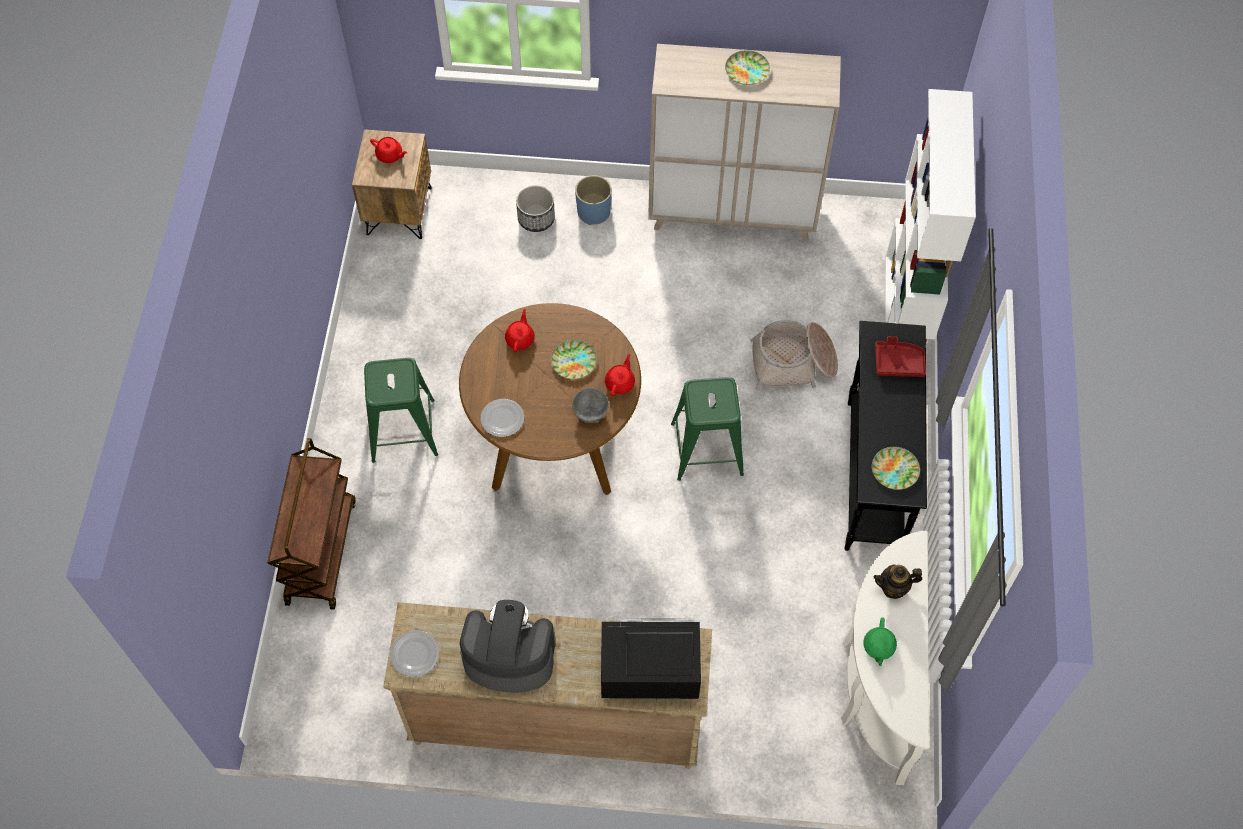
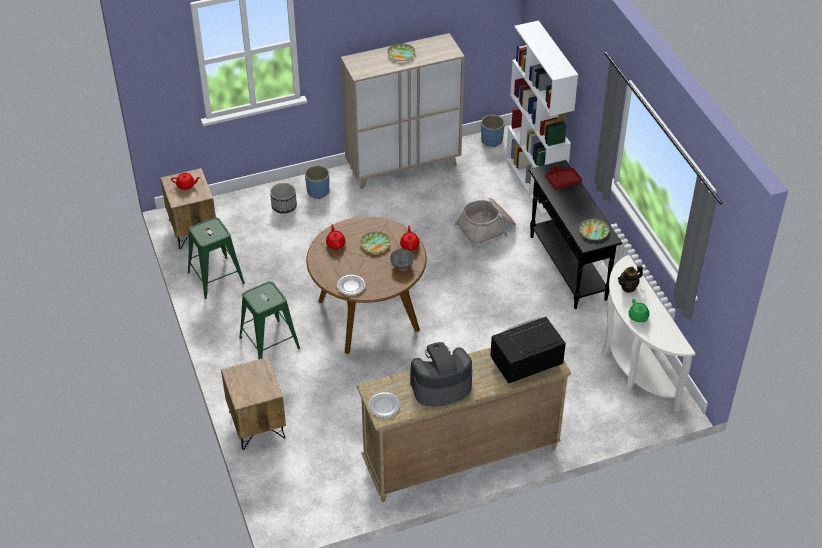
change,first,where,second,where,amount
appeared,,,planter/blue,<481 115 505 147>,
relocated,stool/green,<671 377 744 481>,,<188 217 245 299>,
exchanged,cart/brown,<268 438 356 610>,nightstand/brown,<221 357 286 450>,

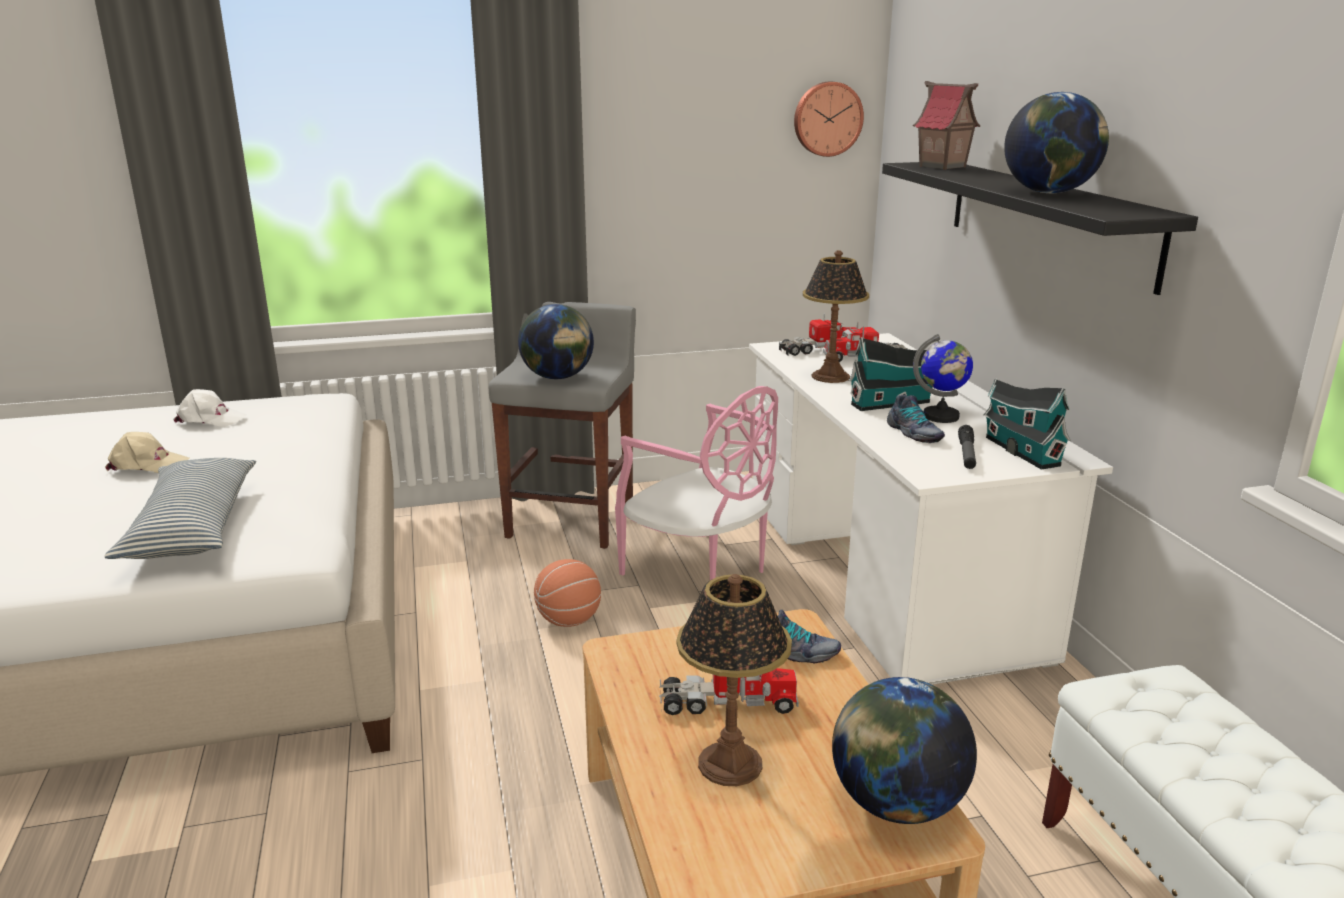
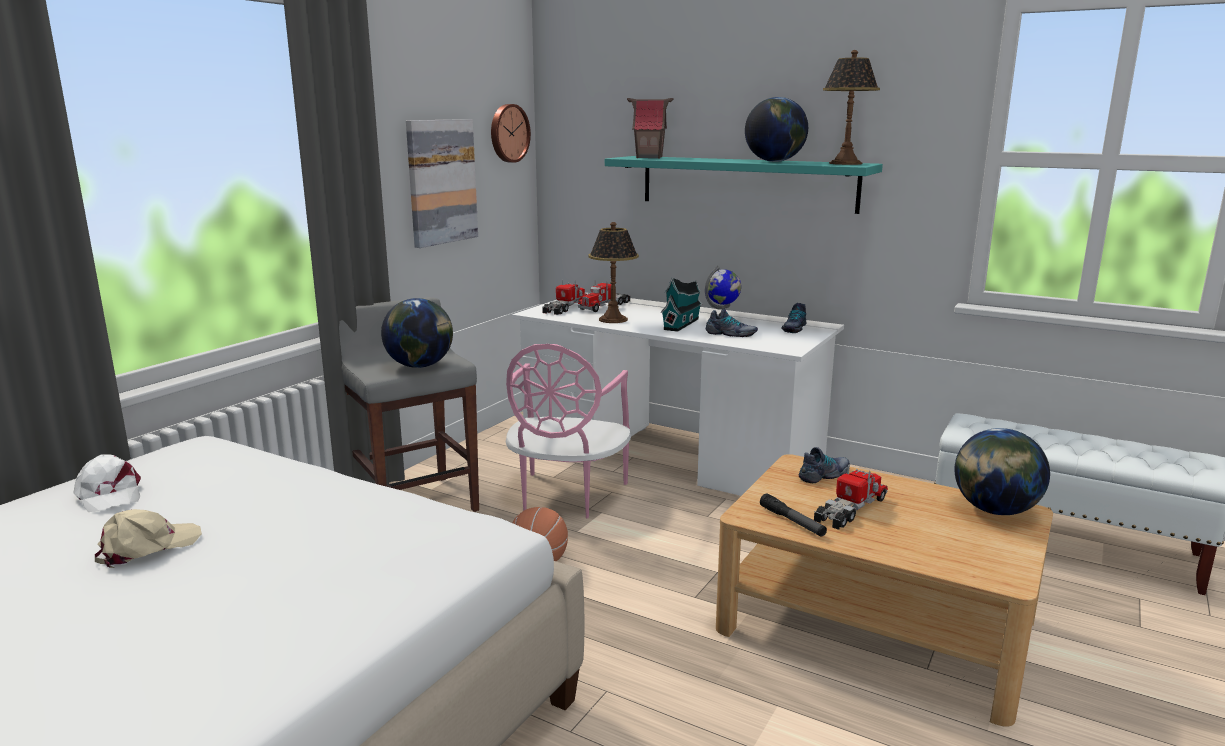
change,first,where,second,where,amount
missing,pillow,<105 458 256 559>,,,
appeared,,,picture,<406 119 478 248>,
relocated,table lamp,<676 574 792 786>,,<823 50 880 165>,
relocated,flashlight,<958 425 976 469>,,<760 493 827 537>,
exchanged,toy house,<984 378 1071 470>,shoe,<782 303 807 333>,
colour,shelf/black,<882 162 1198 295>,shelf/turquoise,<605 156 883 214>,
spun,cap/white,<173 389 247 427>,,<73 454 141 512>,90 degrees clockwise
spun,chair/pink,<615 386 778 580>,,<506 344 631 519>,105 degrees clockwise

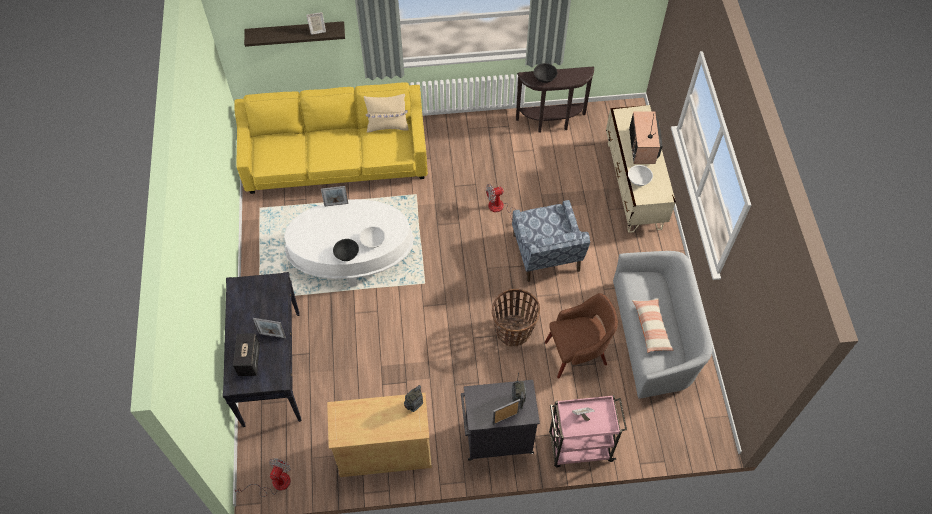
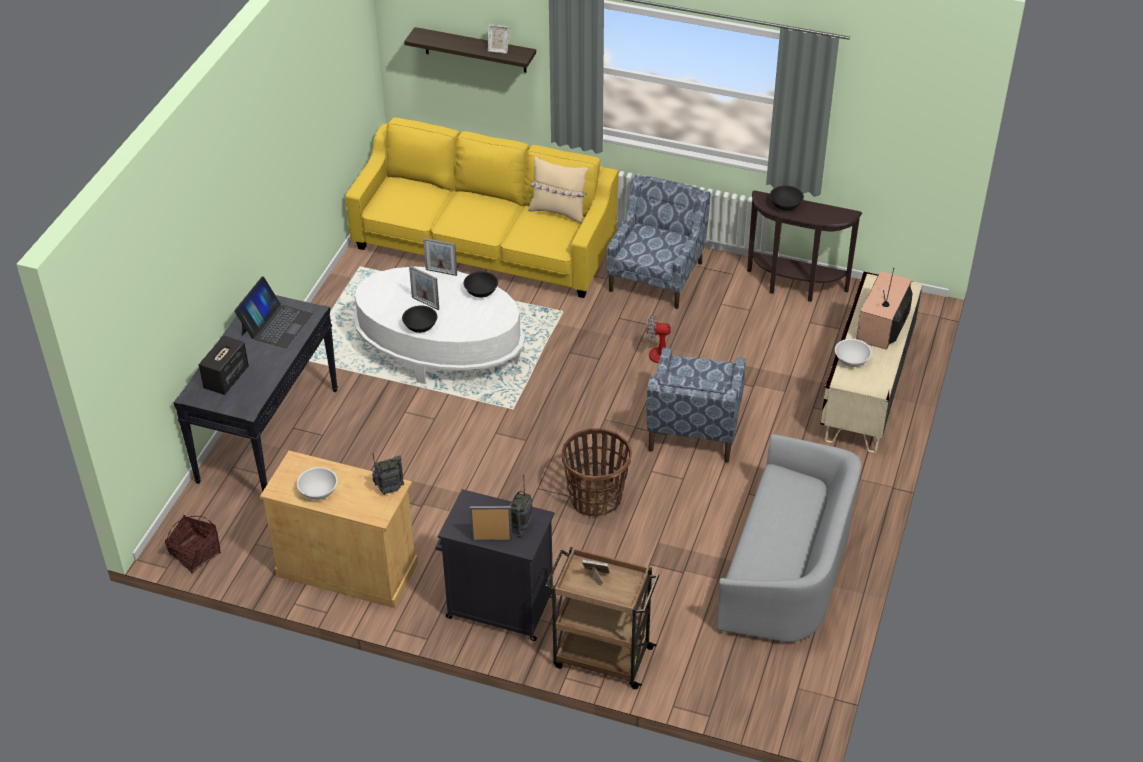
change,first,where,second,where,amount
missing,armchair/brown,<545 293 618 378>,,,
missing,pillow,<632 299 674 353>,,,
appeared,,,laptop,<234 276 313 348>,
appeared,,,bowl/black,<464 271 498 298>,
appeared,,,armchair/blue,<606 174 711 309>,
relocated,picture frame,<253 318 286 338>,,<409 266 439 310>,
relocated,bowl/white,<360 226 385 248>,,<297 467 338 500>,
exchanged,fan,<234 458 291 497>,basket,<165 515 221 573>,
colour,cart/pink,<549 395 627 467>,cart/brown,<545 547 659 689>,

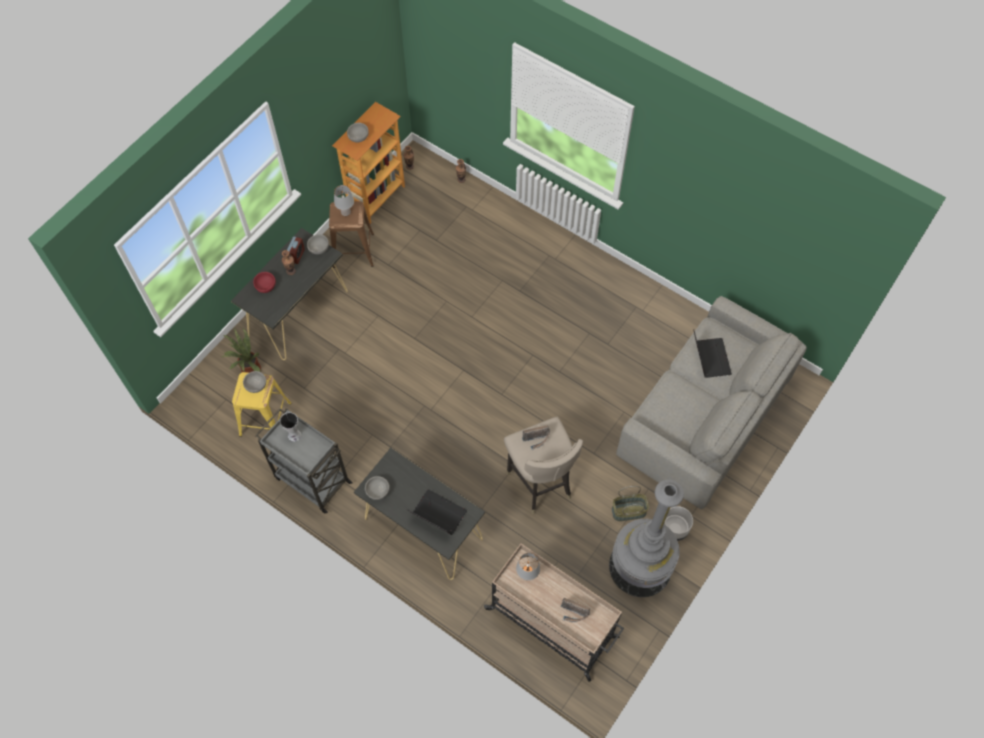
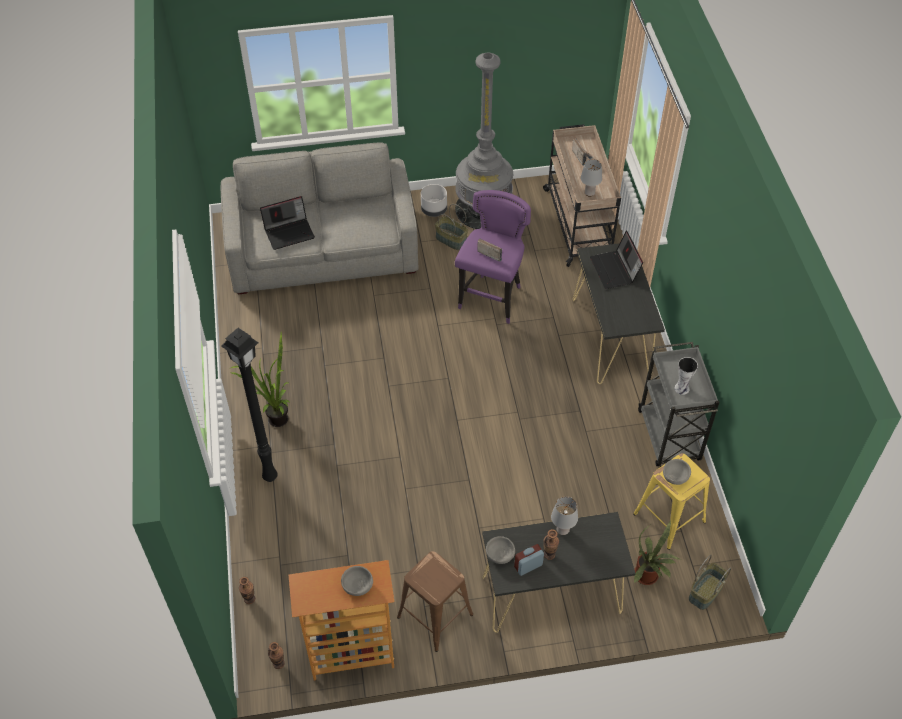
change,first,where,second,where,amount
missing,bowl/red,<253 272 276 293>,,,
missing,bowl/grey,<365 476 390 500>,,,
appeared,,,floor lamp/black,<221 328 278 482>,
appeared,,,potted plant,<228 333 289 427>,
appeared,,,basket,<689 555 731 610>,
relocated,table lamp/grey,<334 185 354 216>,,<551 496 578 535>,
colour,stool/beige,<504 417 583 514>,stool/purple,<455 190 531 324>,
spun,laptop,<693 329 732 378>,,<260 196 315 250>,150 degrees counterclockwise

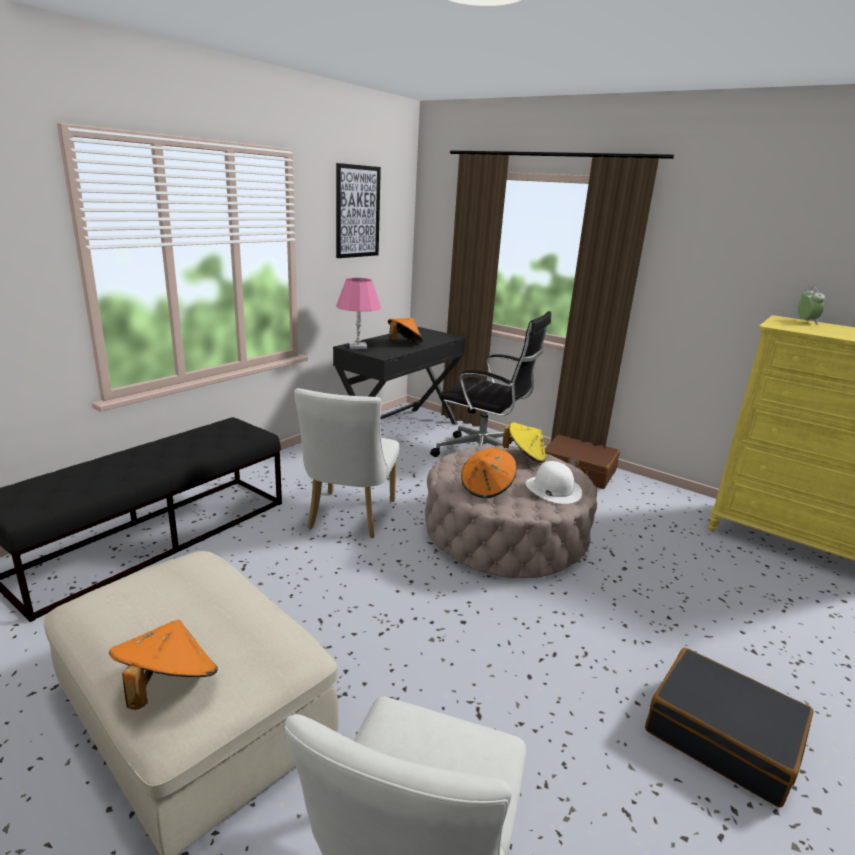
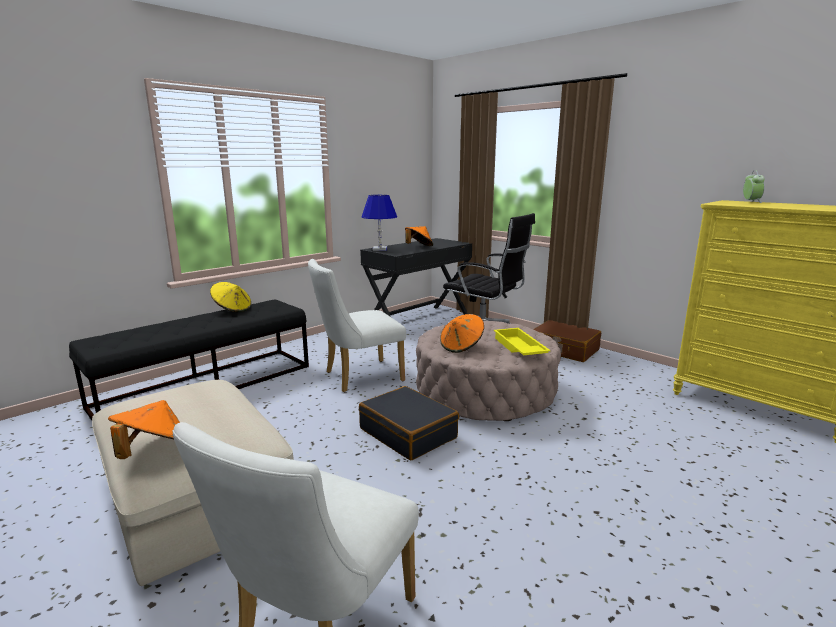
change,first,where,second,where,amount
missing,picture,<336 163 381 258>,,,
relocated,hat/yellow,<502 422 546 463>,,<210 282 251 312>,
relocated,suitcase/black,<645 648 814 807>,,<359 386 459 460>,
exchanged,hat/white,<525 461 582 504>,tray/yellow,<494 328 551 355>,
colour,table lamp/pink,<336 278 381 349>,table lamp/blue,<362 195 397 251>,
spun,chair/white,<294 388 400 538>,,<308 259 406 392>,45 degrees clockwise

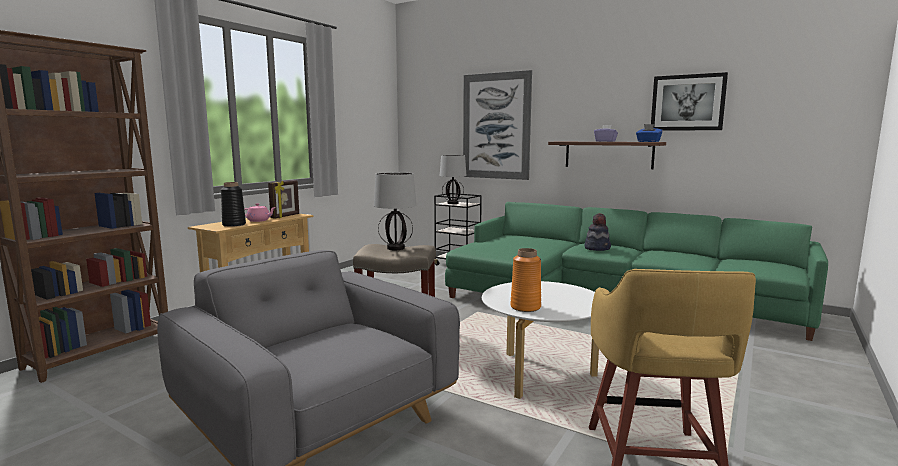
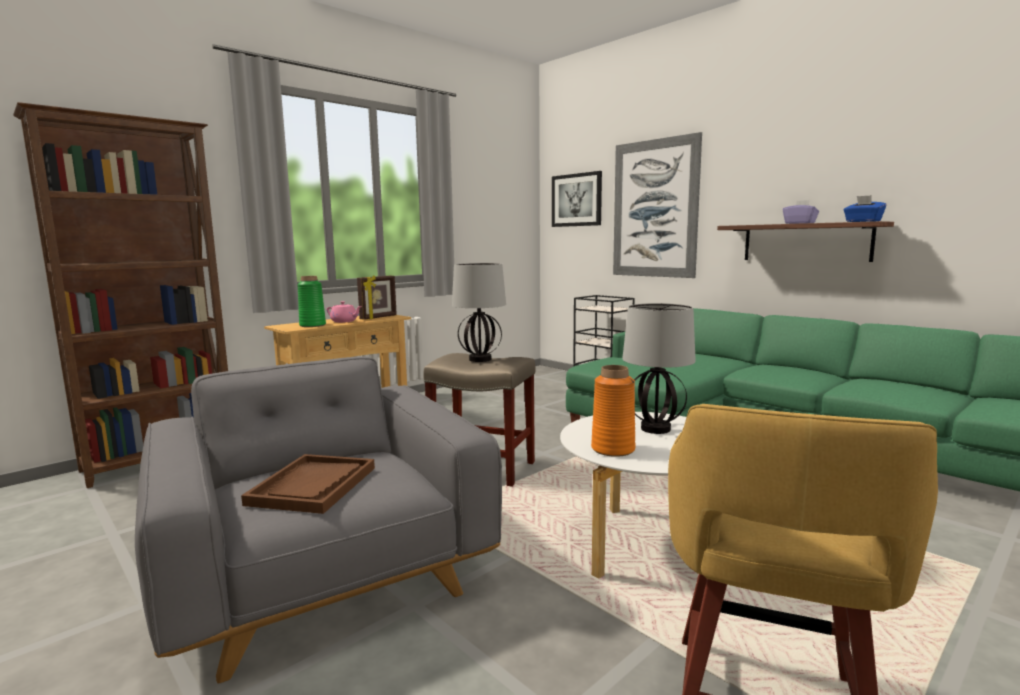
change,first,where,second,where,amount
missing,hat,<584 213 611 251>,,,
appeared,,,tray/brown,<241 454 375 514>,
relocated,table lamp,<440 155 467 204>,,<622 303 696 434>,
relocated,picture,<651 72 728 131>,,<552 171 602 227>,
colour,vase/black,<221 182 246 227>,vase/green,<297 276 326 327>,

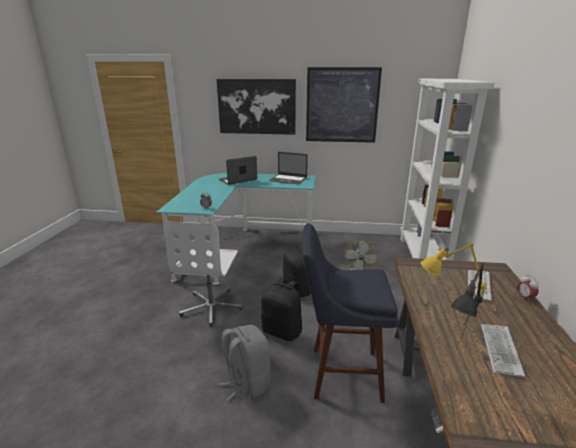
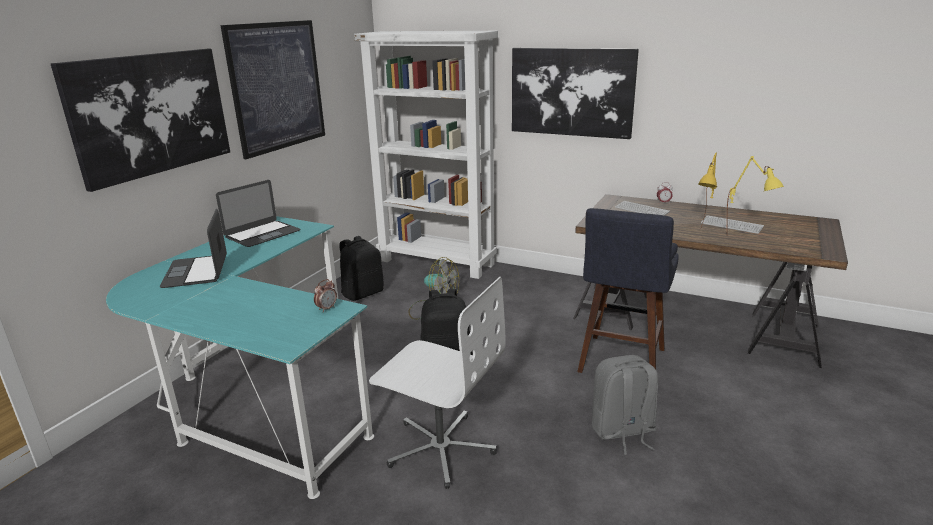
change,first,where,second,where,amount
appeared,,,picture,<512 48 639 139>,
relocated,backpack/black,<261 277 302 341>,,<340 236 384 301>,
colour,table lamp/black,<450 263 484 344>,table lamp/yellow,<727 156 784 216>,

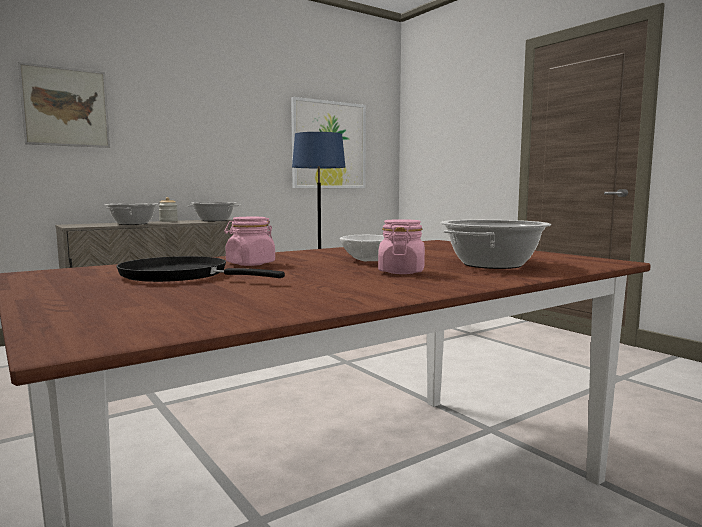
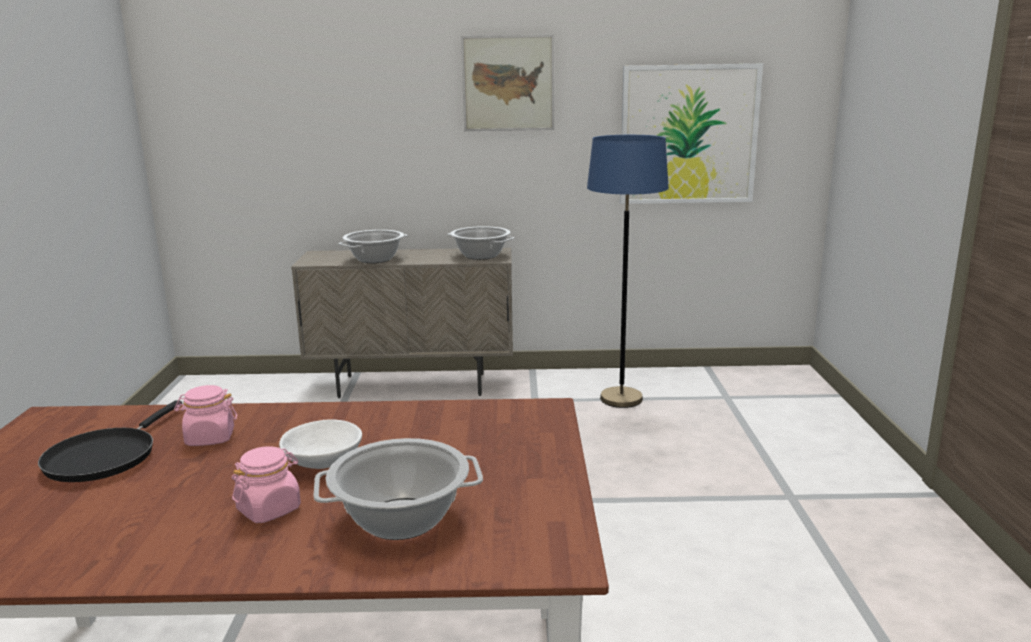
change,first,where,second,where,amount
missing,jar,<158 197 178 222>,,,
relocated,picture,<18 62 110 148>,,<461 35 554 131>,
spun,frying pan/black,<116 256 285 282>,,<38 400 182 482>,135 degrees counterclockwise

